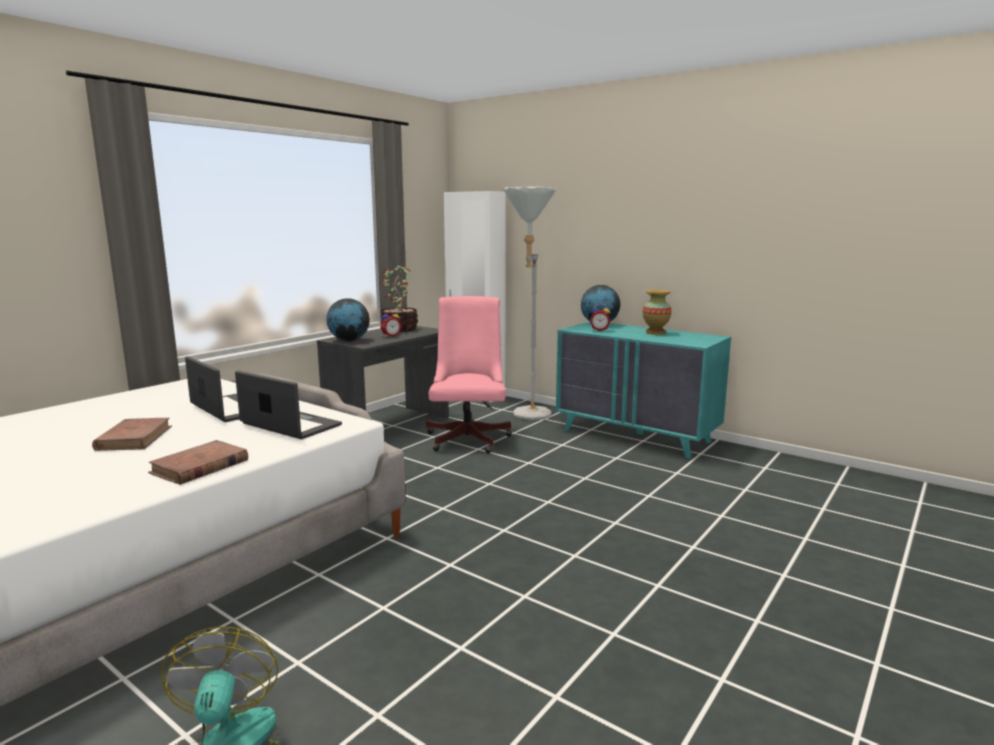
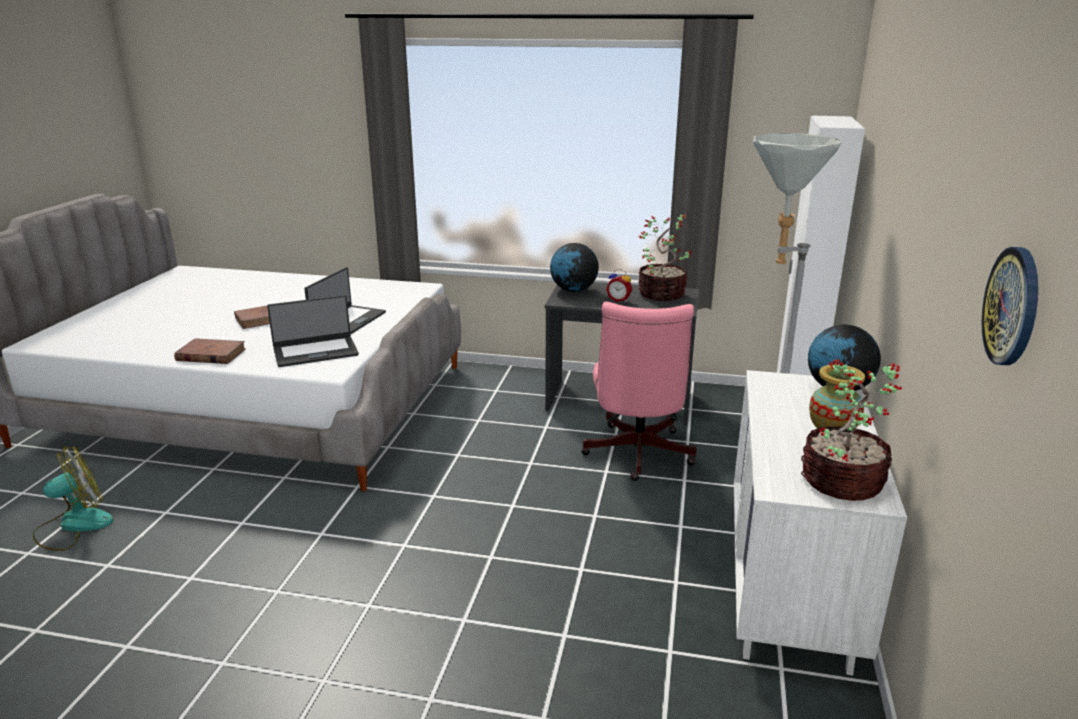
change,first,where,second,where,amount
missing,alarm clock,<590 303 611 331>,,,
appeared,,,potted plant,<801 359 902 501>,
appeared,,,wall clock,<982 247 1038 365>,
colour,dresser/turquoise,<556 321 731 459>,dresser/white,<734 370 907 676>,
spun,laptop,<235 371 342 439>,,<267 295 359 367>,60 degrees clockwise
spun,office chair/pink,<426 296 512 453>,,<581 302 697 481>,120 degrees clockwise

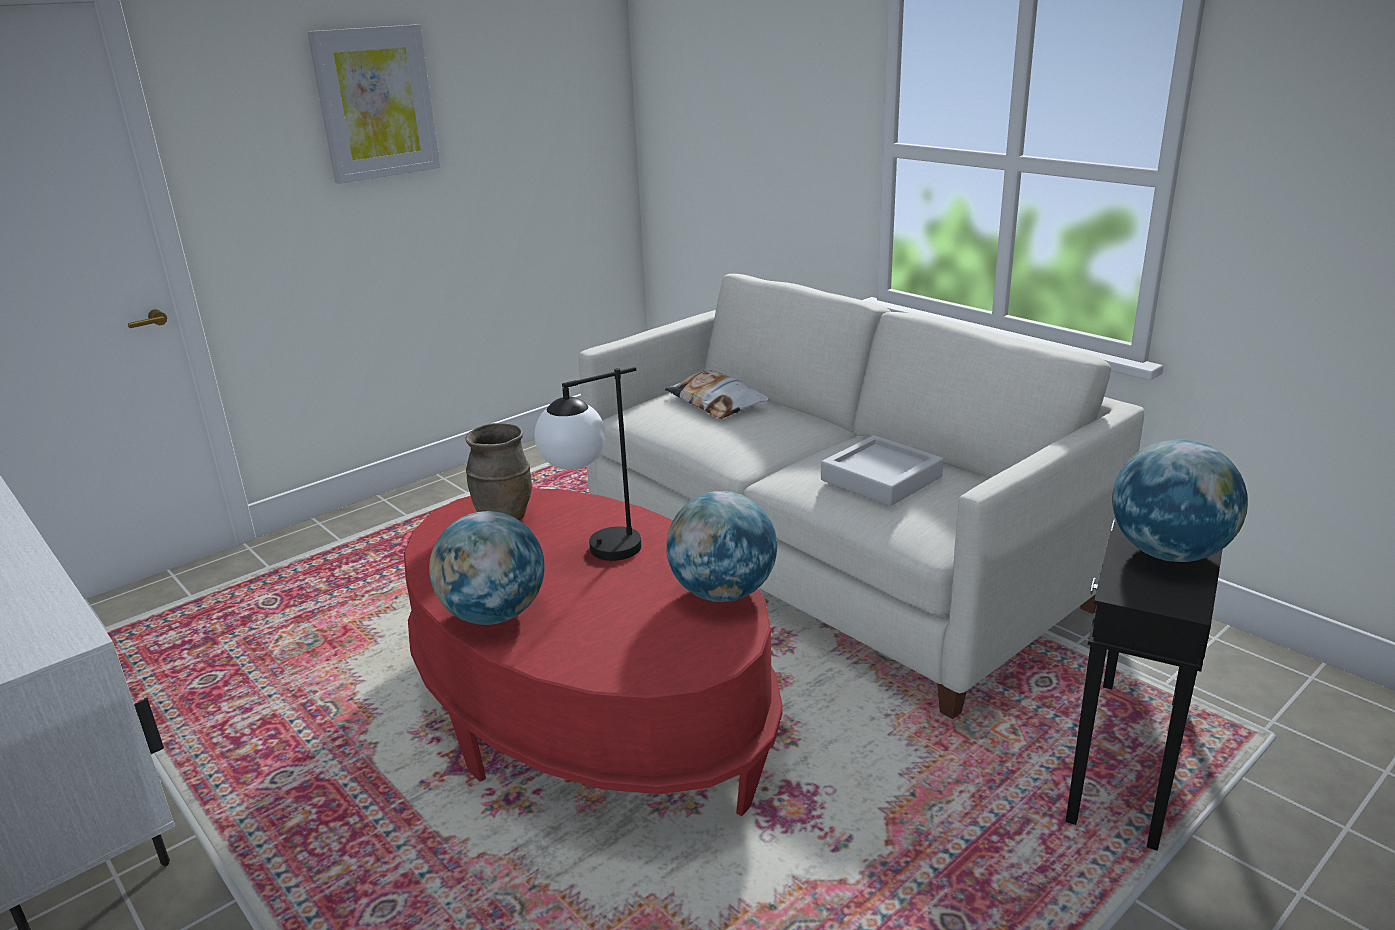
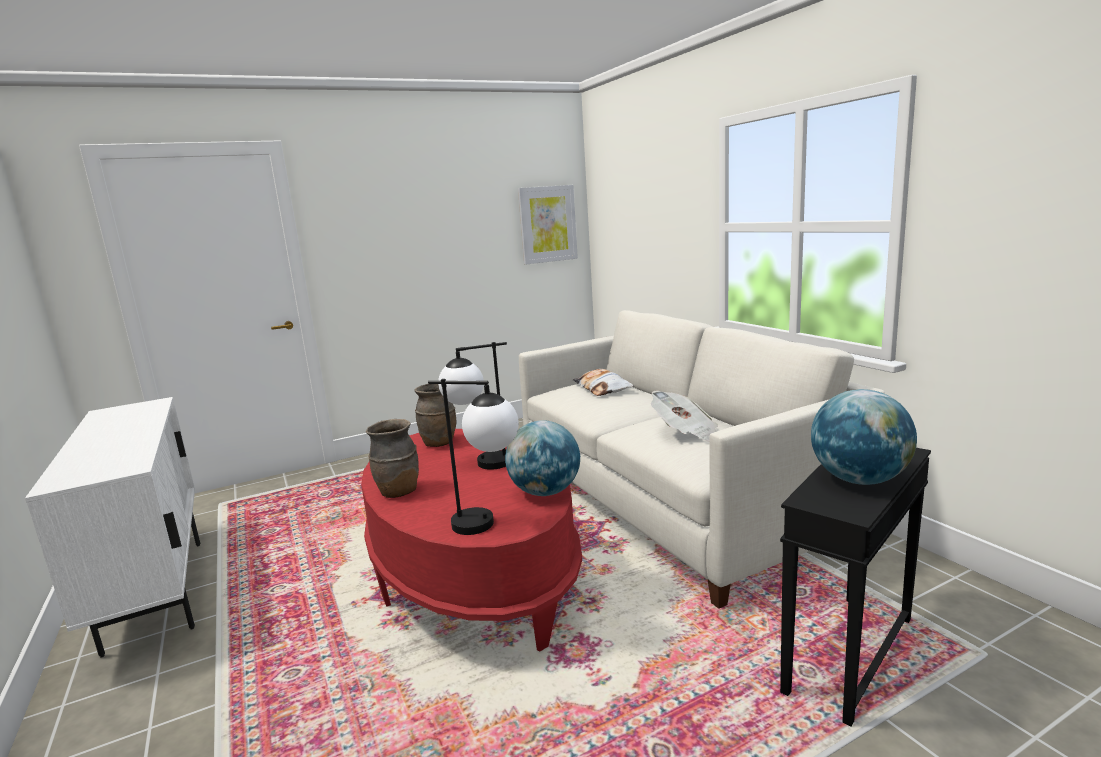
change,first,where,second,where,amount
appeared,,,table lamp,<428 379 519 535>,
relocated,picture,<308 24 440 184>,,<518 185 578 264>,
exchanged,globe,<429 511 545 625>,vase/brown,<366 419 419 498>,
exchanged,tray/grey,<821 435 944 506>,newspaper,<651 391 718 442>,

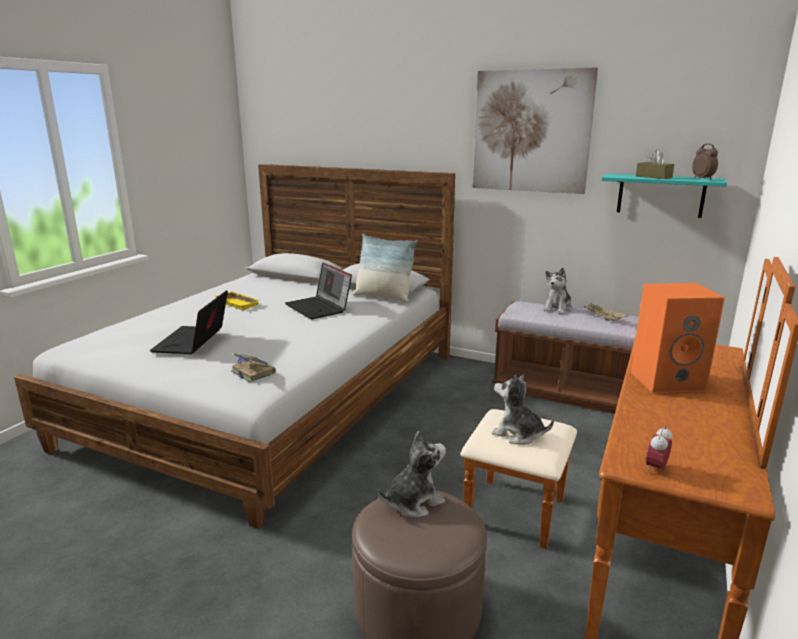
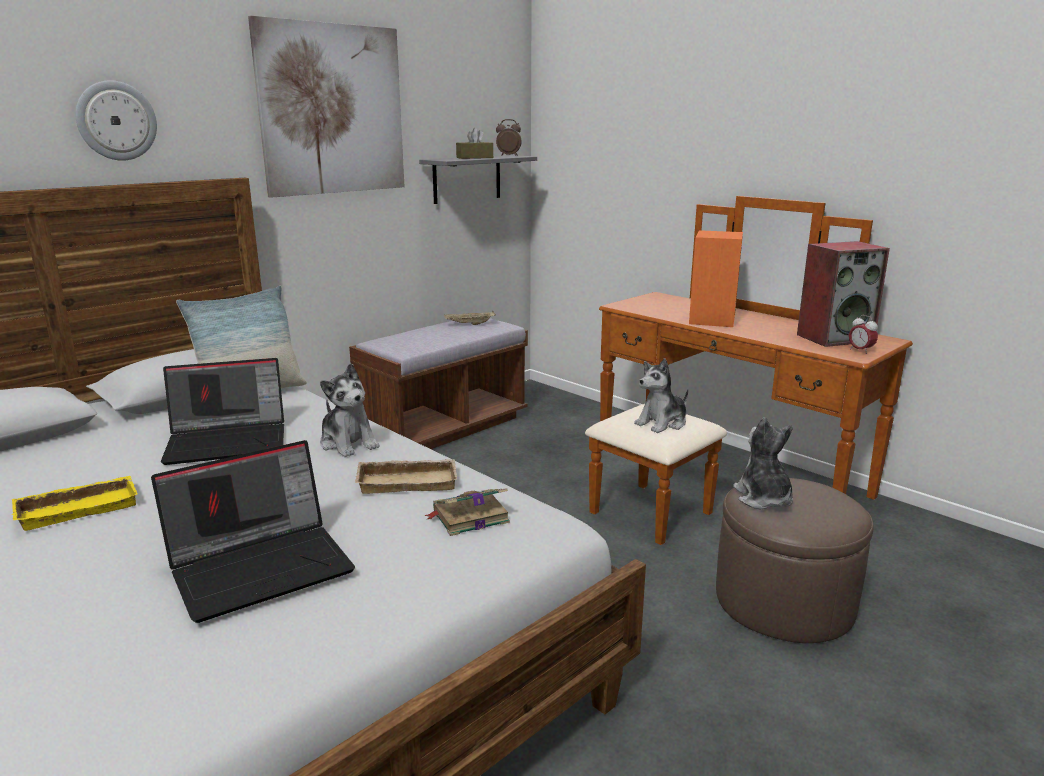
change,first,where,second,where,amount
appeared,,,wall clock,<75 80 157 161>,
appeared,,,tray/beige,<355 459 457 494>,
appeared,,,speaker,<797 241 890 347>,
relocated,plush toy,<543 267 572 314>,,<320 363 380 457>,
colour,shelf/turquoise,<601 174 727 218>,shelf/grey,<419 155 537 204>,
spun,laptop,<150 290 228 354>,,<151 440 355 623>,60 degrees counterclockwise

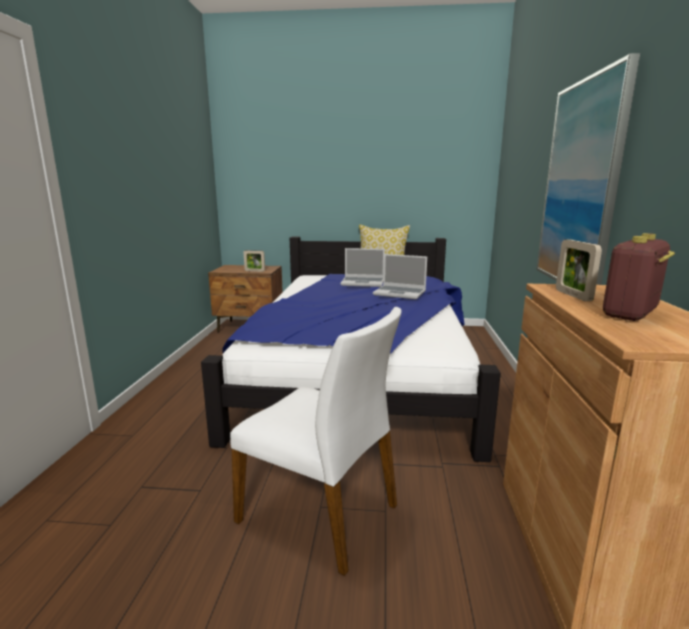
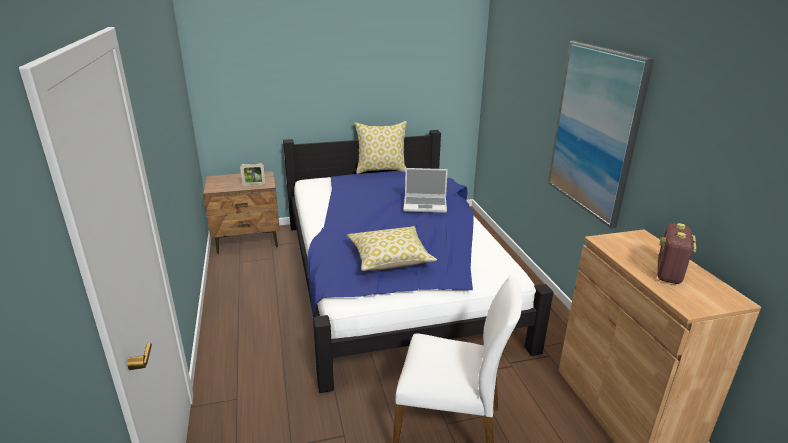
change,first,where,second,where,amount
missing,laptop,<341 248 385 287>,,,
missing,picture frame,<556 239 602 301>,,,
appeared,,,pillow,<347 226 437 271>,

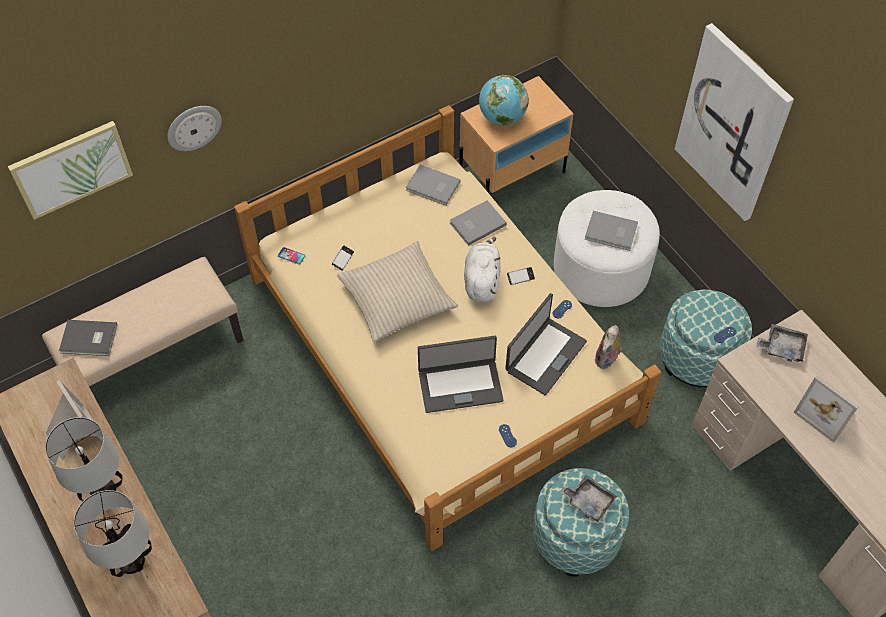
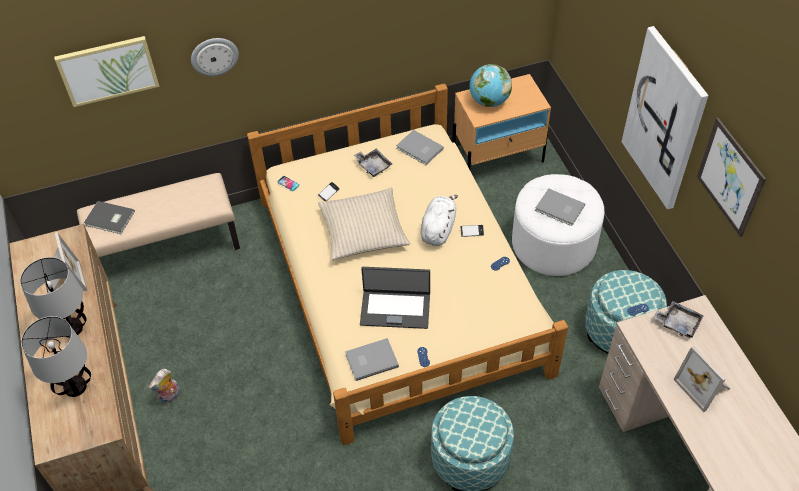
change,first,where,second,where,amount
missing,laptop,<505 293 587 395>,,,
appeared,,,picture,<697 118 766 237>,
relocated,book/grey,<450 200 507 246>,,<345 338 399 381>,
relocated,tray/grey,<560 475 617 522>,,<354 149 392 177>,
relocated,plush toy,<595 325 622 369>,,<149 369 180 404>,

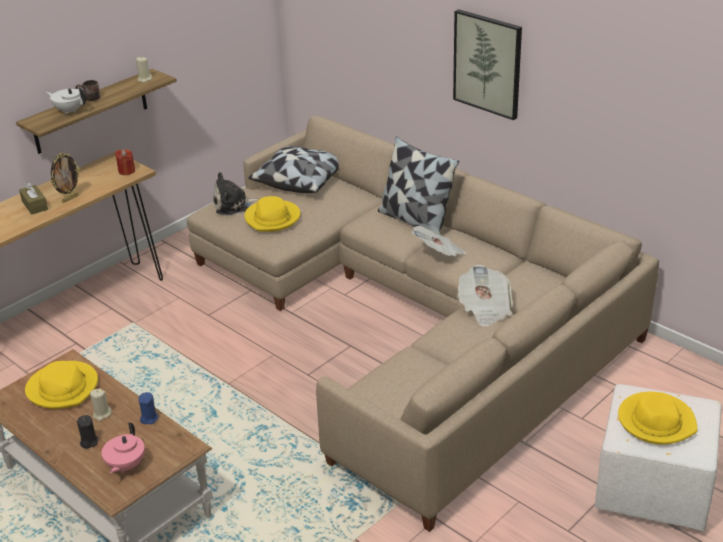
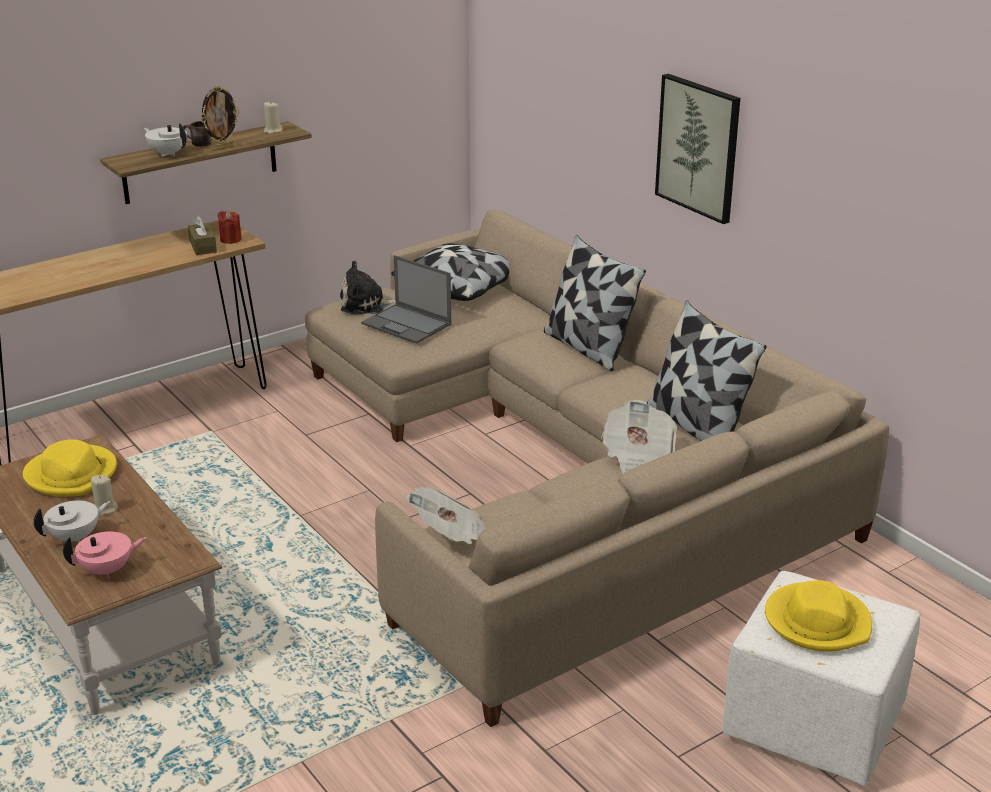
change,first,where,second,where,amount
missing,candle/blue,<139 392 159 424>,,,
appeared,,,pillow,<647 301 767 441>,
relocated,tissue box/brown,<19 182 48 215>,,<188 215 217 255>,
relocated,picture frame,<51 153 80 203>,,<200 86 239 151>,
relocated,newspaper,<411 226 467 257>,,<405 487 486 544>,
exchanged,candle/black,<77 415 98 449>,teapot/white,<34 500 110 543>,
exchanged,hat/yellow,<245 196 300 232>,laptop,<361 255 452 344>,
spun,teapot/pink,<101 423 145 473>,,<63 532 146 579>,135 degrees counterclockwise

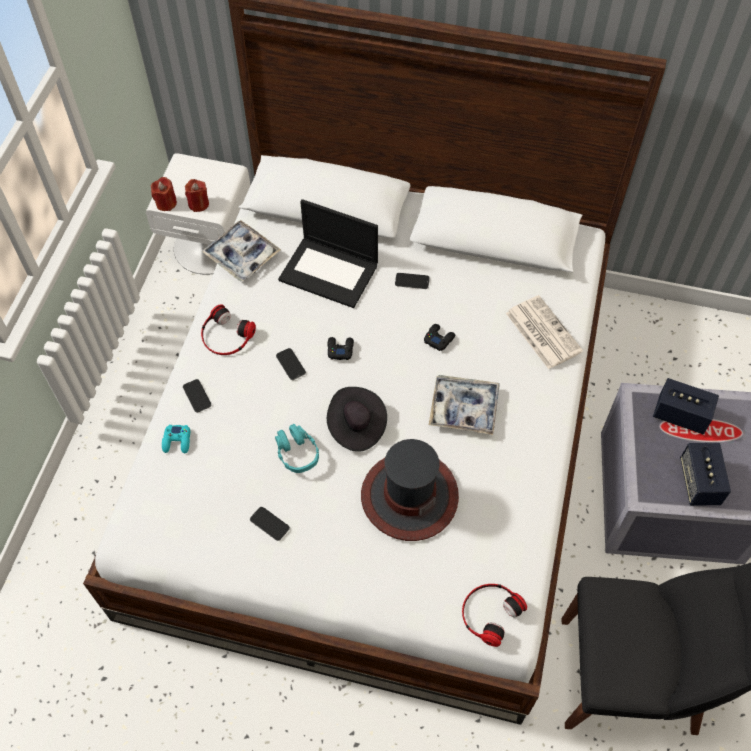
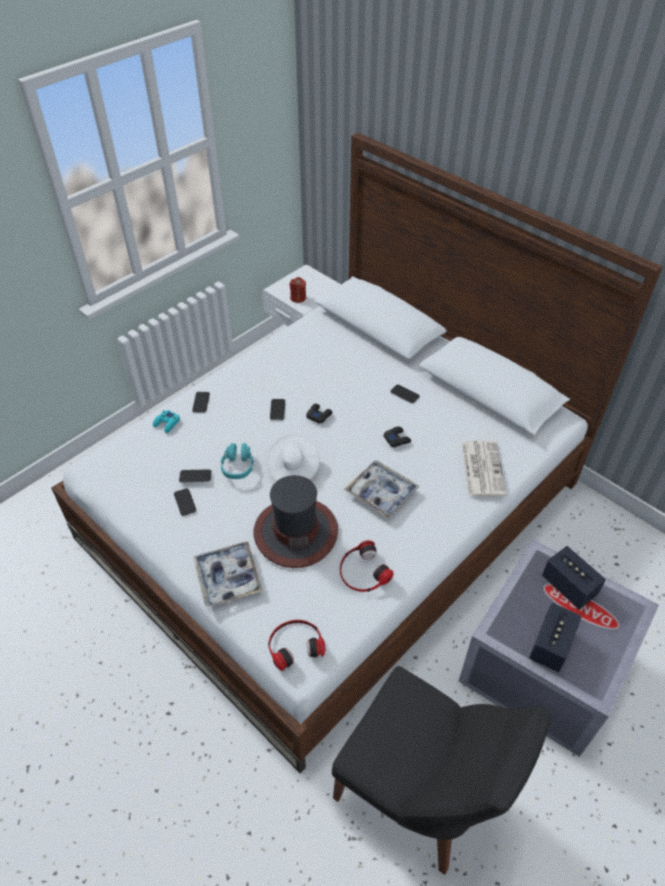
change,first,where,second,where,amount
missing,candle/red,<151 177 177 211>,,,
missing,laptop,<278 199 378 308>,,,
appeared,,,phone,<179 469 212 483>,
relocated,tray,<201 220 281 282>,,<193 542 263 607>,
relocated,headphones,<201 304 256 355>,,<340 540 393 592>,
colour,hat/black,<327 387 387 452>,hat/white,<267 434 320 482>,

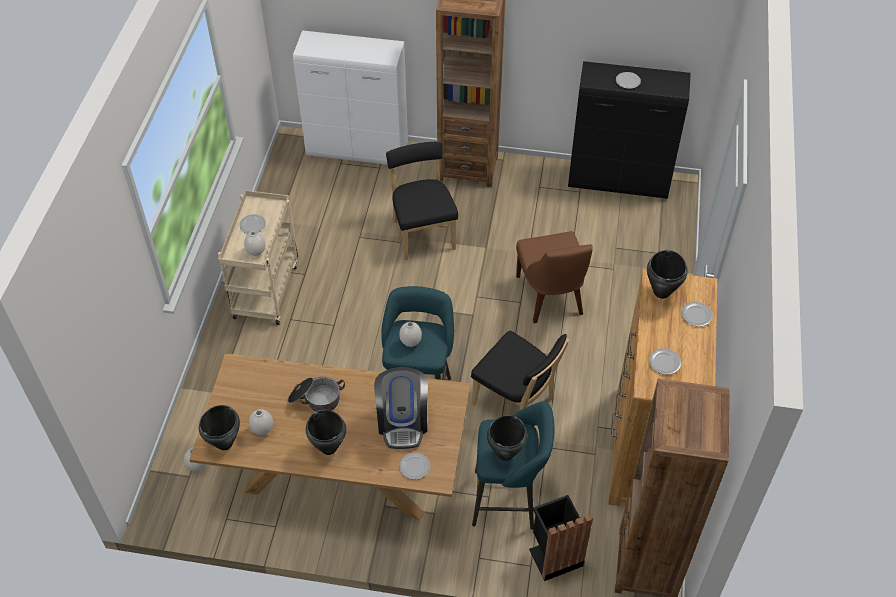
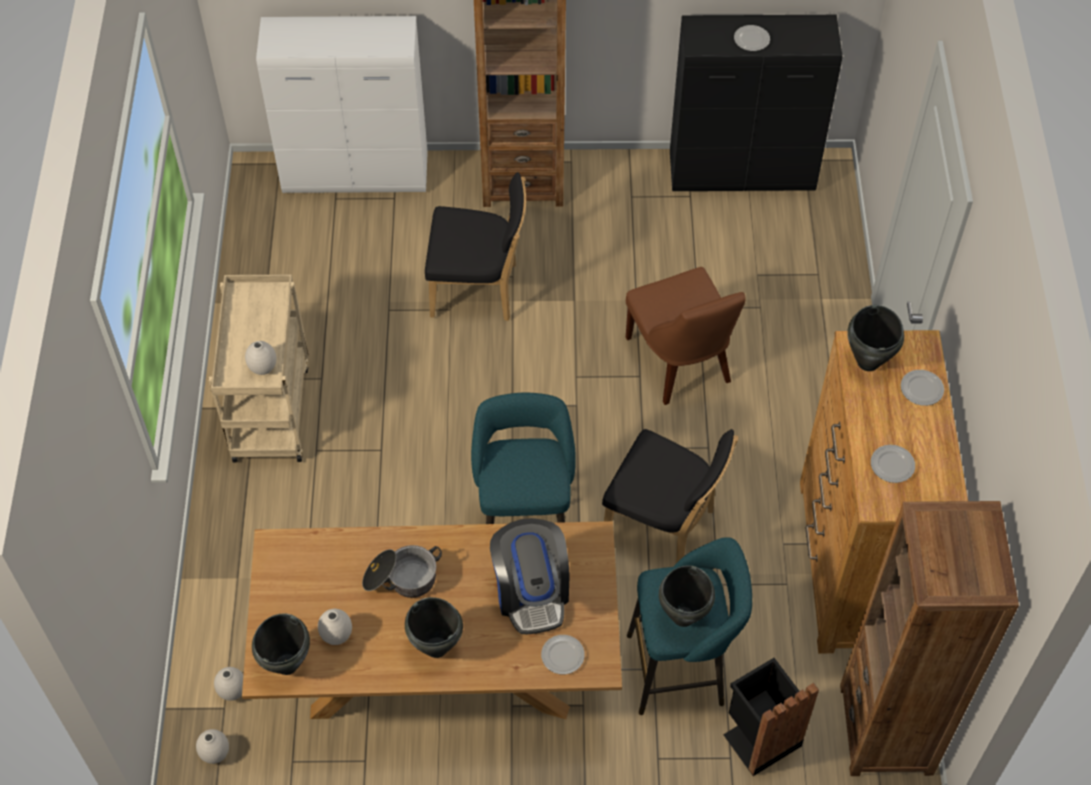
change,first,where,second,where,amount
missing,plate,<240 214 266 234>,,,
relocated,vase/white,<399 322 422 347>,,<196 729 229 764>,
spun,chair/black,<386 141 458 260>,,<425 172 526 321>,120 degrees clockwise

